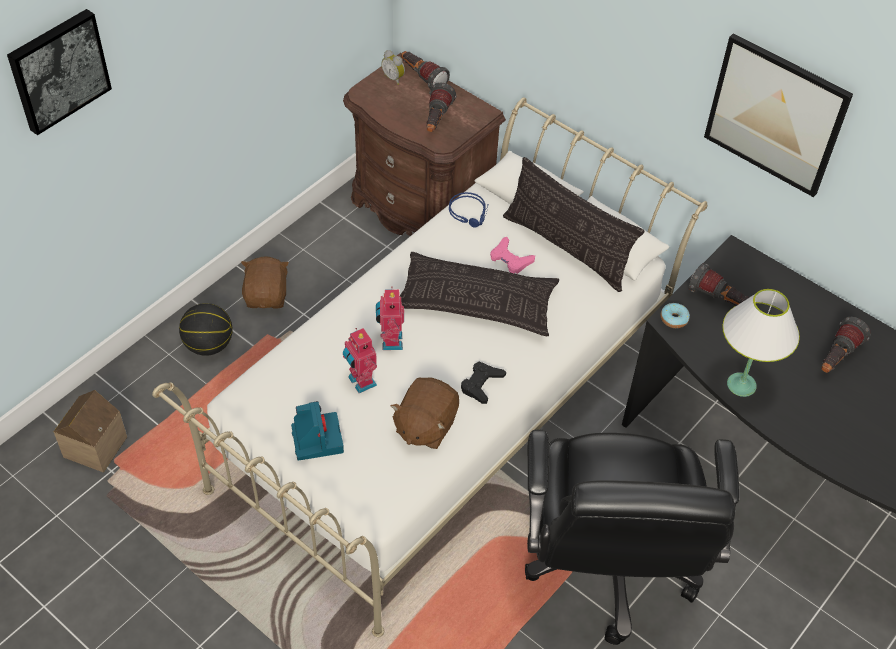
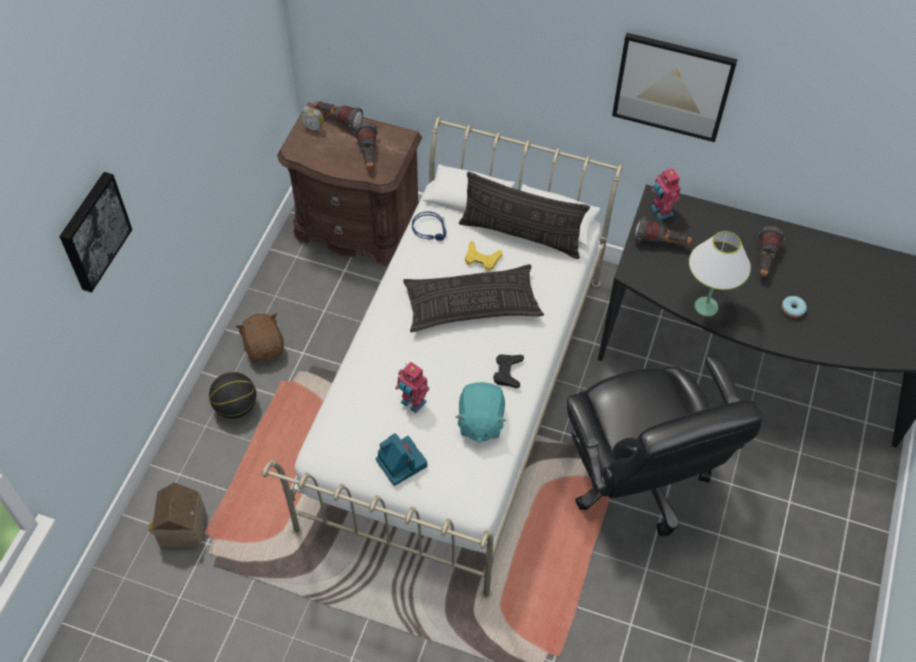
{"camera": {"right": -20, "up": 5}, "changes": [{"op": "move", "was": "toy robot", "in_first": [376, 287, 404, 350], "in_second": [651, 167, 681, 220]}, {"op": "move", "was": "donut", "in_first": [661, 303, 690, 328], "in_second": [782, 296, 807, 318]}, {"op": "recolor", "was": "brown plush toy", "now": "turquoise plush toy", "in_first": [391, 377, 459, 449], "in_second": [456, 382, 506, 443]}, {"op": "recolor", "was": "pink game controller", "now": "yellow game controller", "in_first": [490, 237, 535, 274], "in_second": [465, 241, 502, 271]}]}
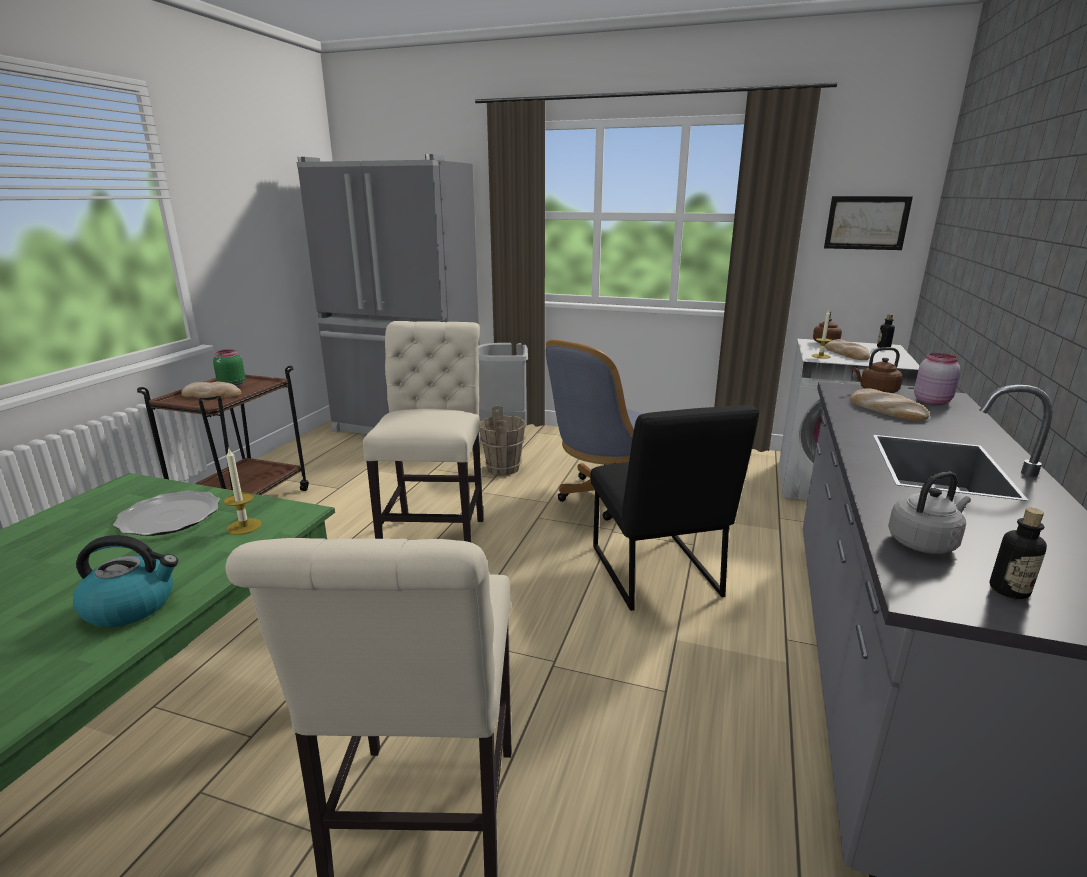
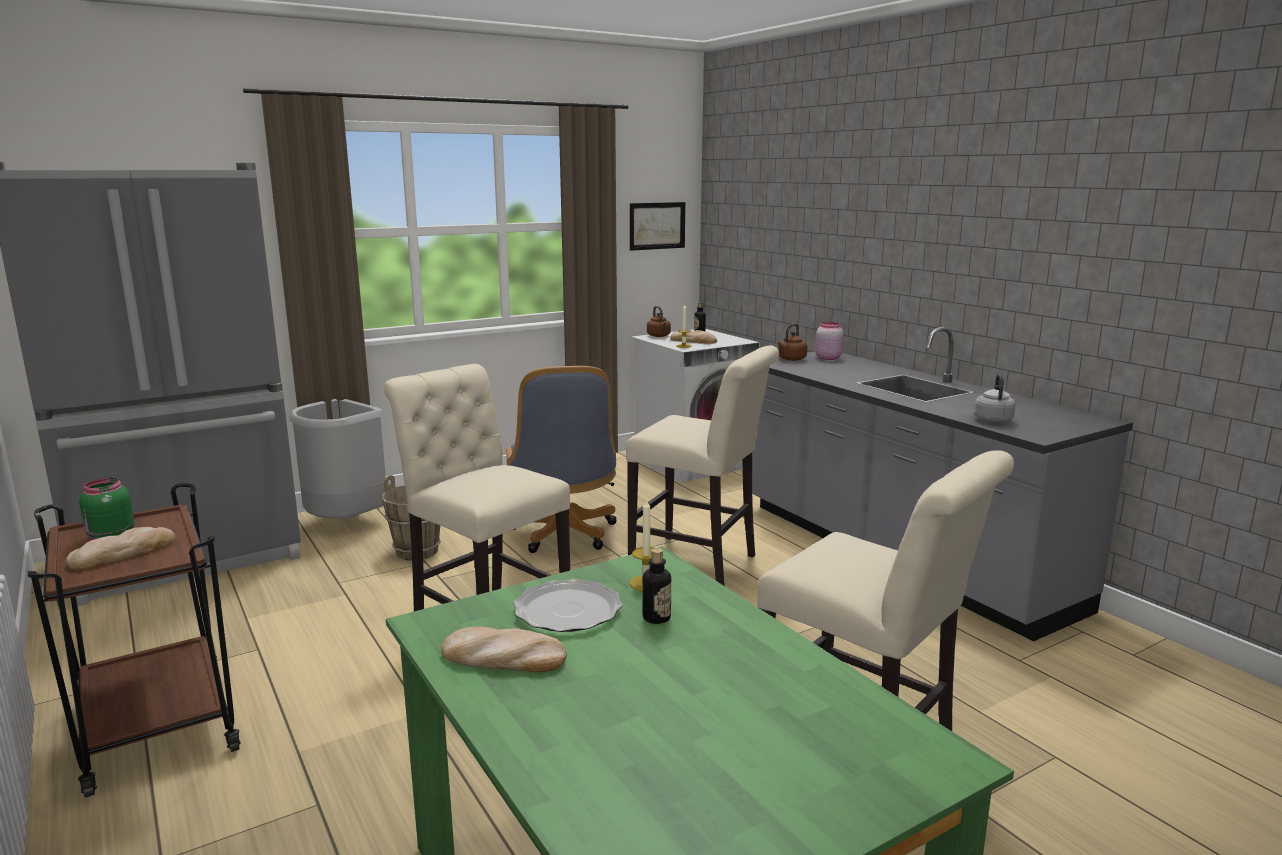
{"camera": {"right": -50, "up": -5}, "changes": [{"op": "delete", "was": "kettle", "in_first": [73, 535, 178, 627]}, {"op": "move", "was": "bread", "in_first": [850, 388, 929, 422], "in_second": [441, 626, 567, 672]}, {"op": "move", "was": "bottle", "in_first": [989, 508, 1047, 599], "in_second": [643, 548, 671, 624]}, {"op": "replace", "was": "black chair", "now": "beige stool", "in_first": [591, 405, 759, 611], "in_second": [626, 346, 779, 586]}]}
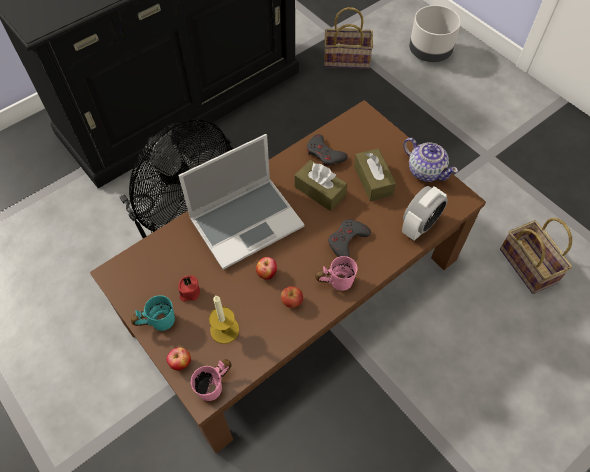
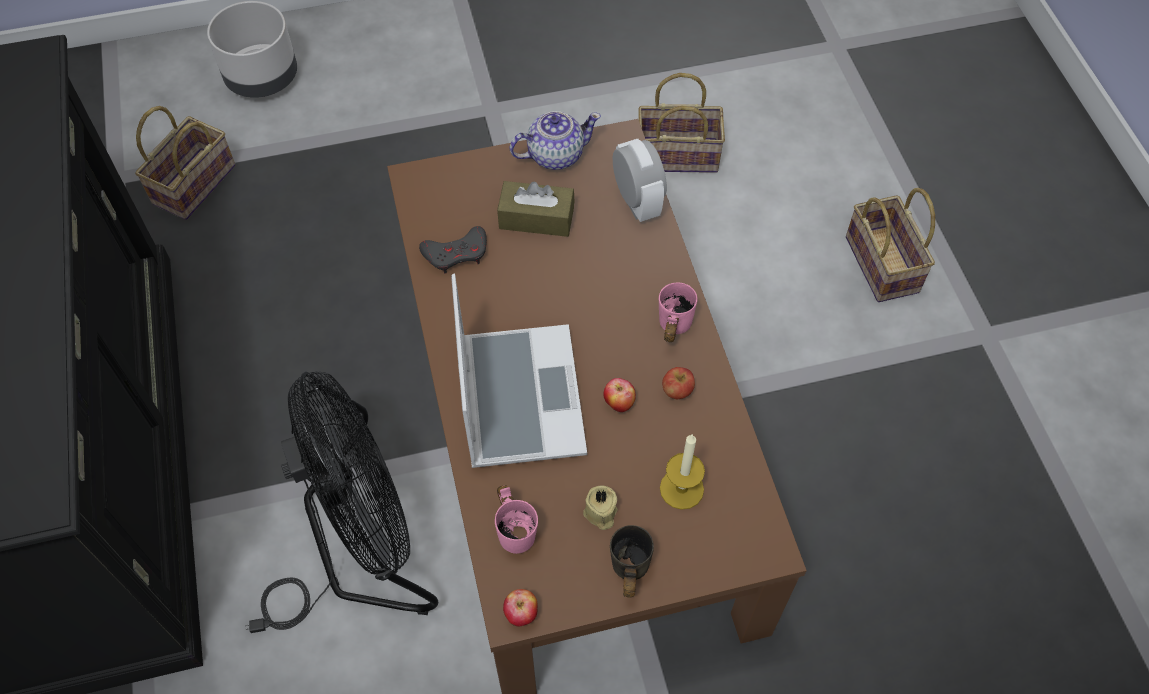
{"camera": {"right": -65, "up": 0}, "changes": [{"op": "delete", "was": "brown tissue box", "in_first": [295, 160, 347, 211]}, {"op": "delete", "was": "grey game controller", "in_first": [328, 219, 371, 257]}, {"op": "insert", "now": "basket", "in_second": [846, 188, 935, 302]}, {"op": "move", "was": "apple", "in_first": [167, 347, 191, 371], "in_second": [503, 589, 538, 627]}, {"op": "move", "was": "pink mug", "in_first": [191, 359, 232, 401], "in_second": [495, 485, 538, 554]}, {"op": "recolor", "was": "turquoise mug", "now": "grey mug", "in_first": [131, 295, 175, 331], "in_second": [610, 525, 654, 598]}, {"op": "recolor", "was": "red candle", "now": "beige candle", "in_first": [178, 275, 200, 302], "in_second": [583, 486, 618, 530]}]}
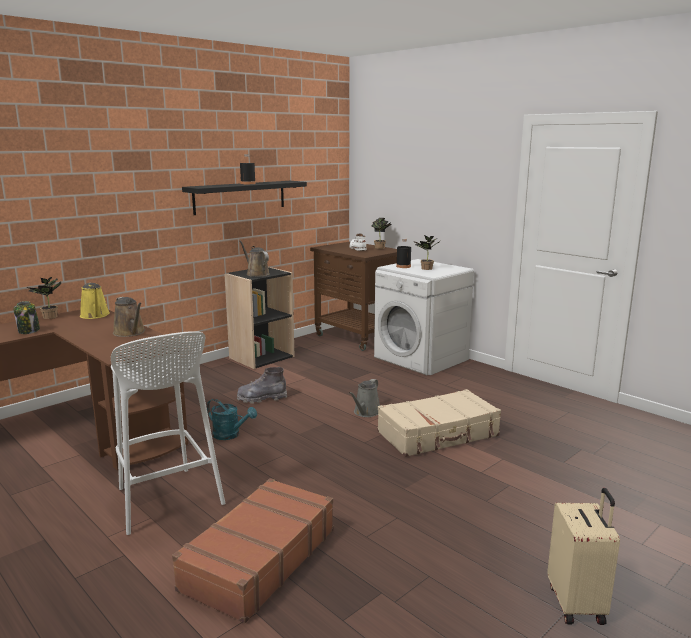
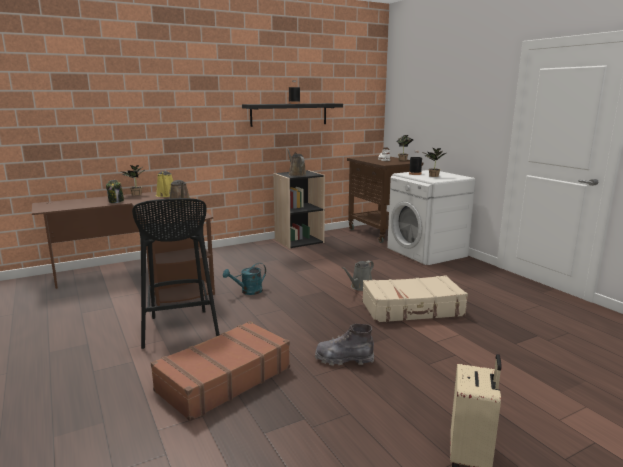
{"camera": {"right": 15, "up": 0}, "changes": [{"op": "move", "was": "grey boot", "in_first": [237, 367, 287, 404], "in_second": [315, 324, 374, 366]}, {"op": "recolor", "was": "white stool", "now": "black stool", "in_first": [111, 331, 225, 535], "in_second": [132, 198, 220, 349]}, {"op": "rotate", "was": "turquoise watering can", "in_first": [207, 399, 257, 440], "in_second": [223, 263, 266, 295], "clockwise": 105}]}
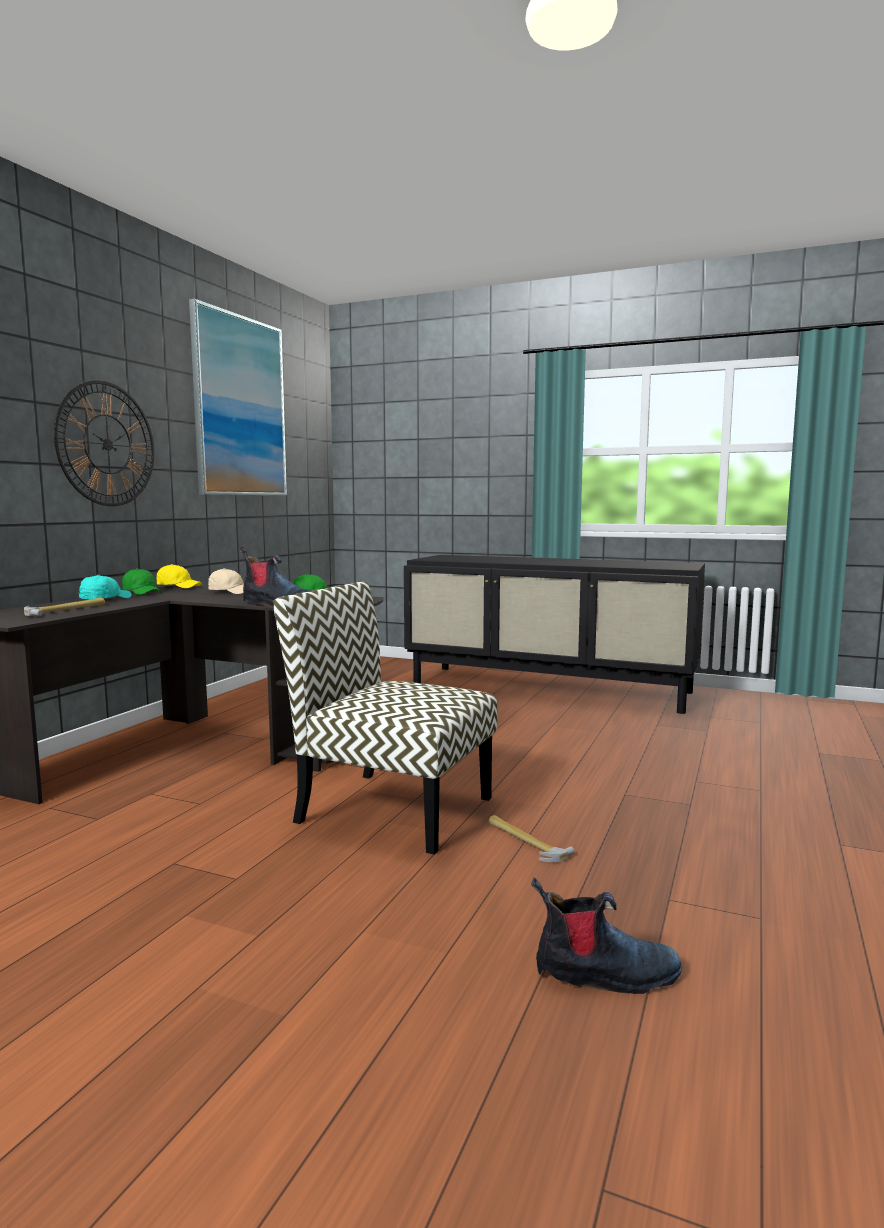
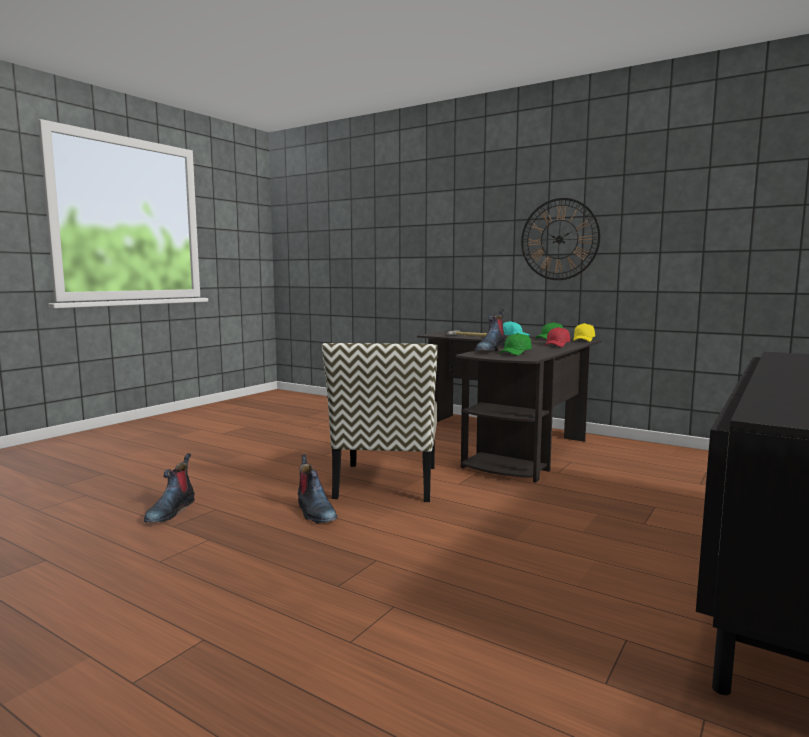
{"camera": {"right": 100, "up": 0}, "changes": [{"op": "delete", "was": "picture", "in_first": [189, 299, 287, 496]}, {"op": "replace", "was": "hammer", "now": "boot", "in_first": [489, 815, 575, 862], "in_second": [298, 455, 337, 524]}, {"op": "recolor", "was": "beige cap", "now": "red cap", "in_first": [208, 568, 244, 594], "in_second": [544, 327, 570, 347]}, {"op": "rotate", "was": "chair", "in_first": [273, 582, 497, 854], "in_second": [322, 343, 437, 502], "clockwise": 150}]}
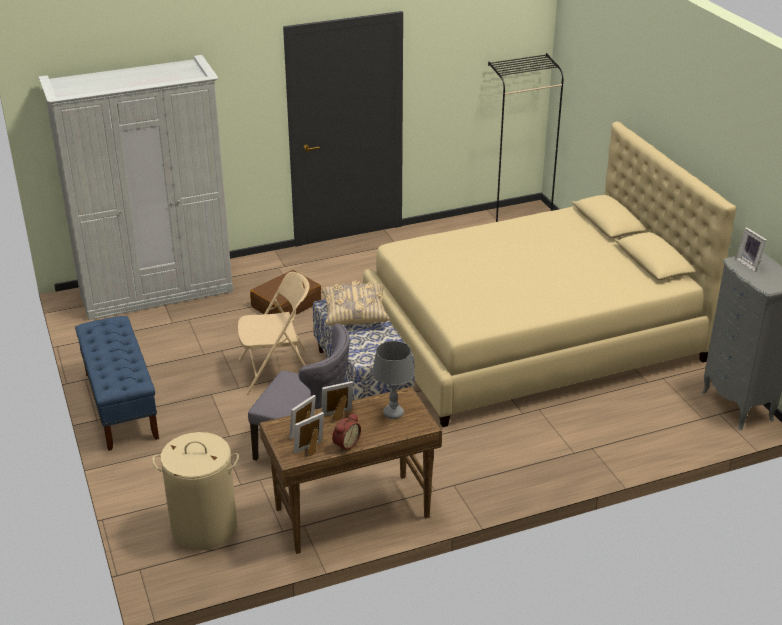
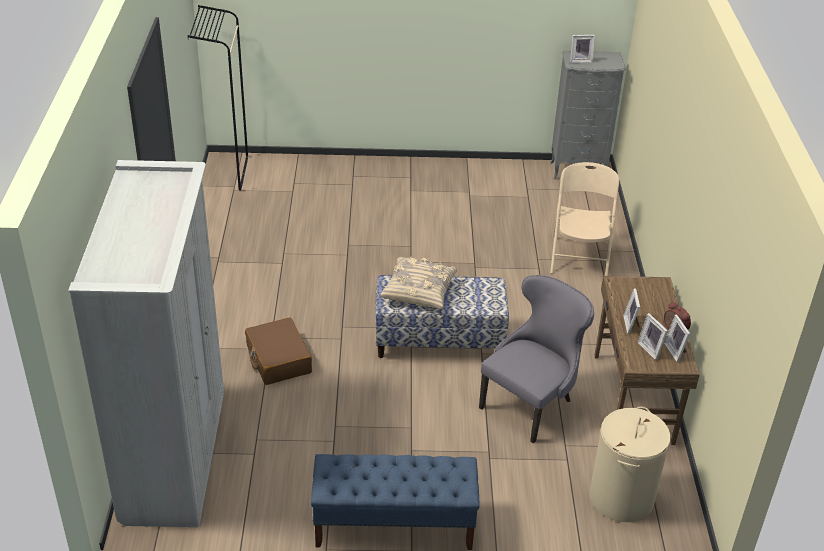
{"camera": {"right": -70, "up": 5}, "changes": [{"op": "delete", "was": "beige bed", "in_first": [363, 122, 736, 427]}, {"op": "delete", "was": "grey table lamp", "in_first": [372, 341, 415, 419]}, {"op": "move", "was": "beige chair", "in_first": [238, 272, 309, 395], "in_second": [550, 162, 619, 276]}]}
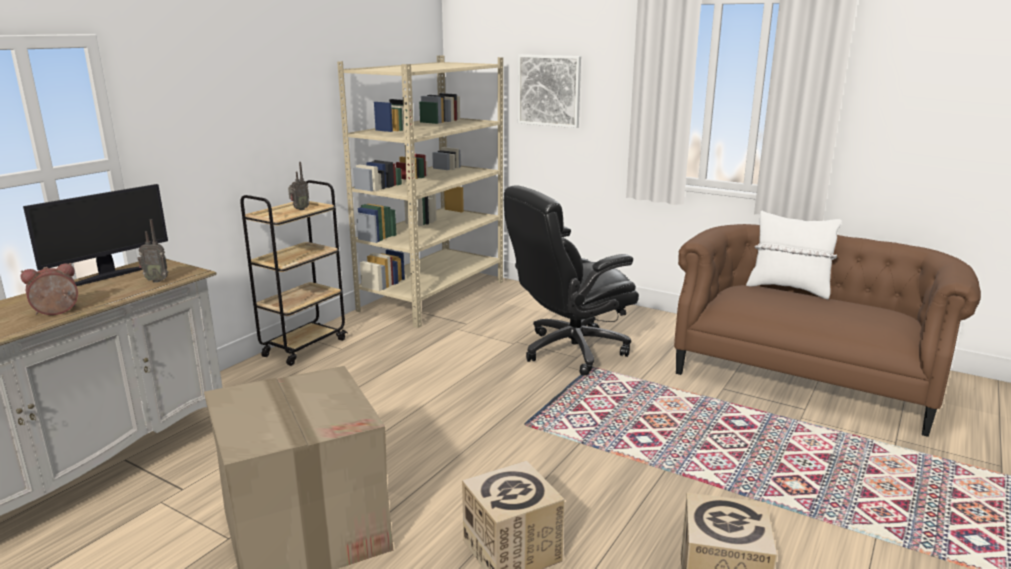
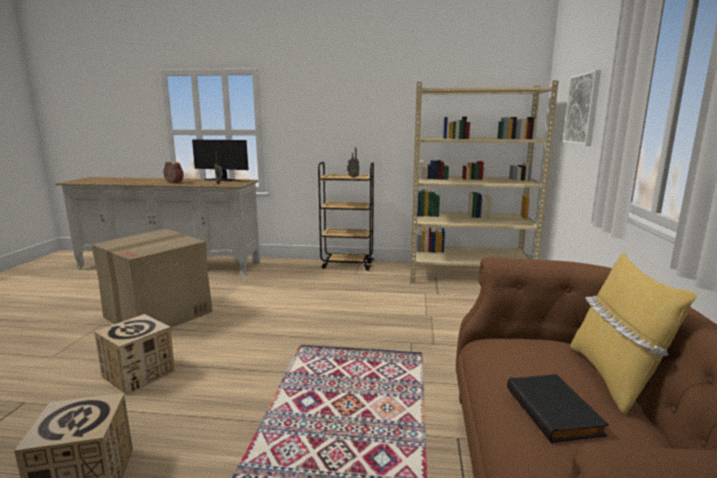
{"camera": {"right": 65, "up": -5}, "changes": [{"op": "delete", "was": "black office chair", "in_first": [504, 185, 639, 376]}, {"op": "insert", "now": "black book", "in_second": [507, 374, 609, 443]}, {"op": "recolor", "was": "white pillow", "now": "yellow pillow", "in_first": [746, 210, 842, 299], "in_second": [570, 253, 697, 415]}]}
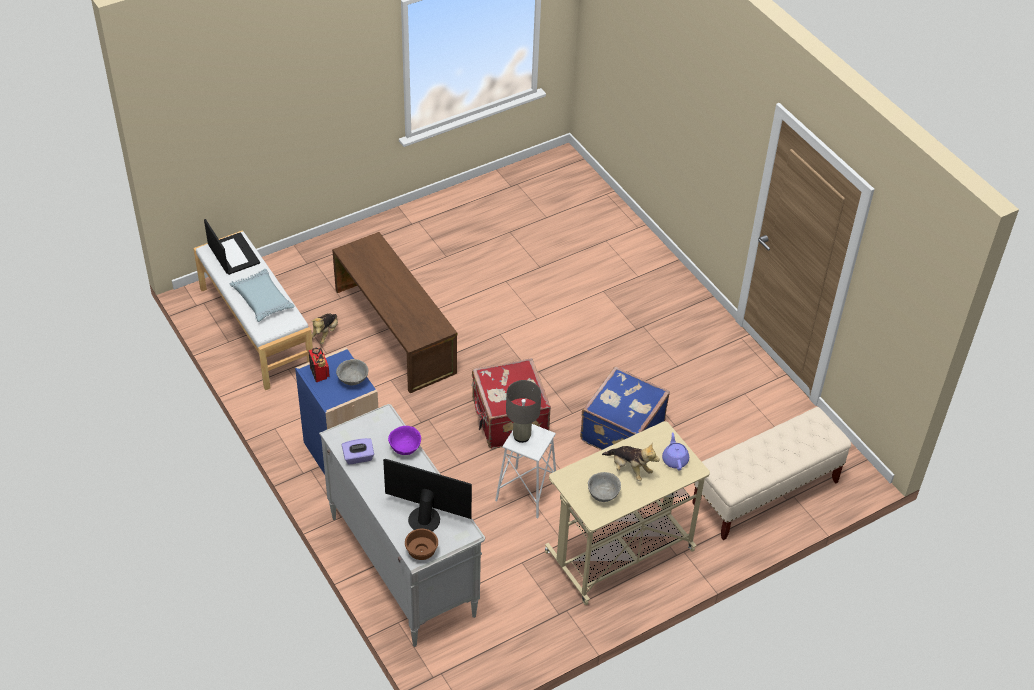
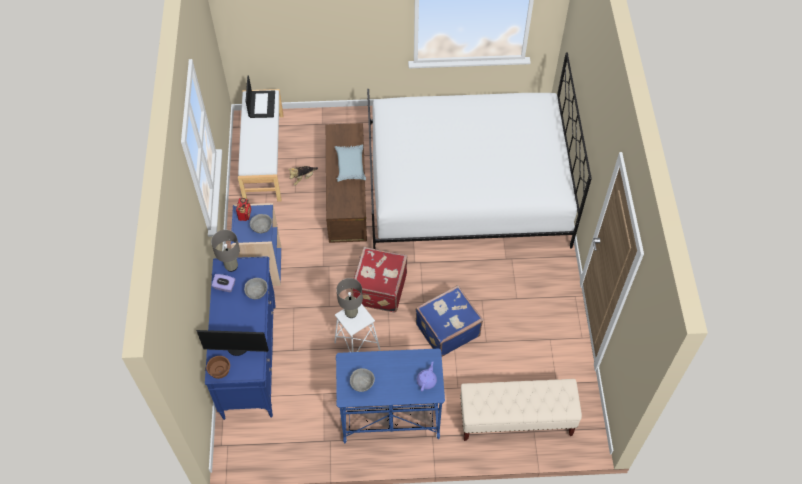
{"camera": {"right": 30, "up": 10}, "changes": [{"op": "delete", "was": "plush toy", "in_first": [602, 443, 660, 481]}, {"op": "insert", "now": "grey table lamp", "in_second": [211, 230, 240, 272]}, {"op": "insert", "now": "white bed", "in_second": [367, 52, 592, 249]}, {"op": "move", "was": "blue pillow", "in_first": [230, 269, 295, 322], "in_second": [335, 144, 366, 182]}, {"op": "recolor", "was": "white dresser", "now": "blue dresser", "in_first": [319, 404, 485, 647], "in_second": [205, 256, 276, 420]}, {"op": "recolor", "was": "purple bowl", "now": "grey bowl", "in_first": [388, 426, 421, 455], "in_second": [244, 278, 268, 300]}, {"op": "recolor", "was": "beige desk", "now": "blue desk", "in_first": [545, 421, 710, 605], "in_second": [336, 349, 445, 443]}, {"op": "rotate", "was": "monitor", "in_first": [383, 459, 472, 531], "in_second": [196, 330, 269, 356], "clockwise": 135}]}
